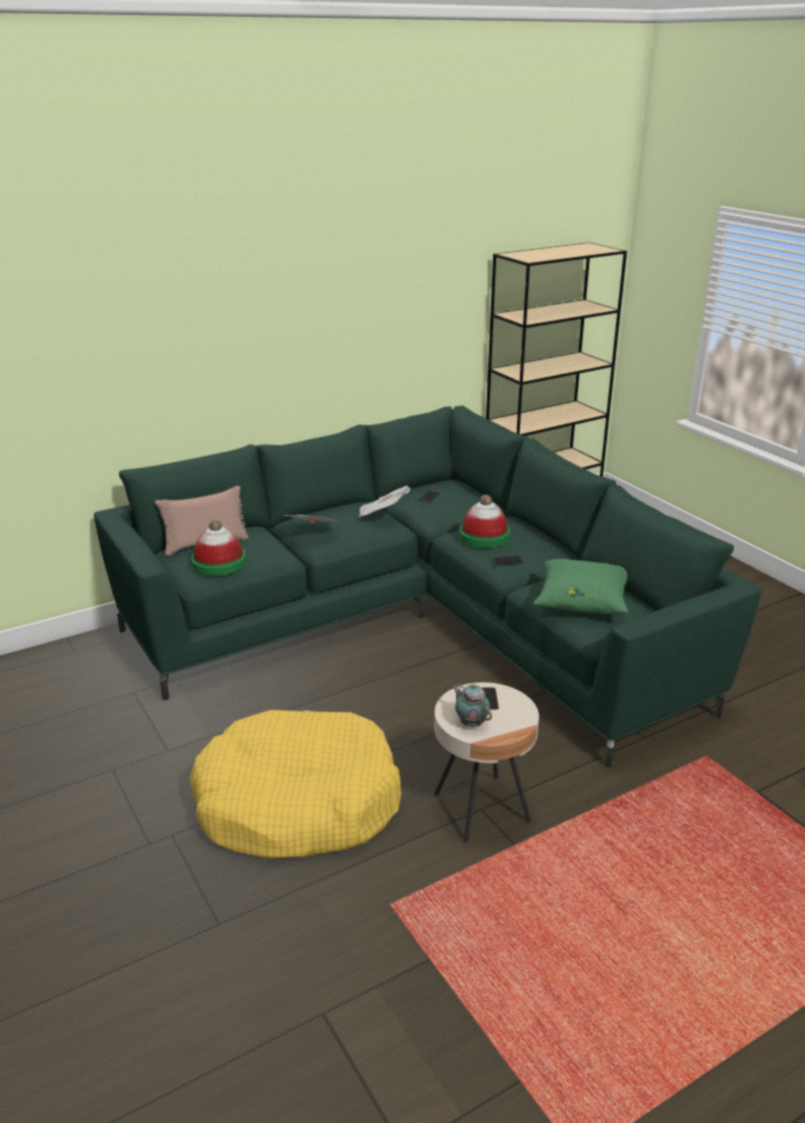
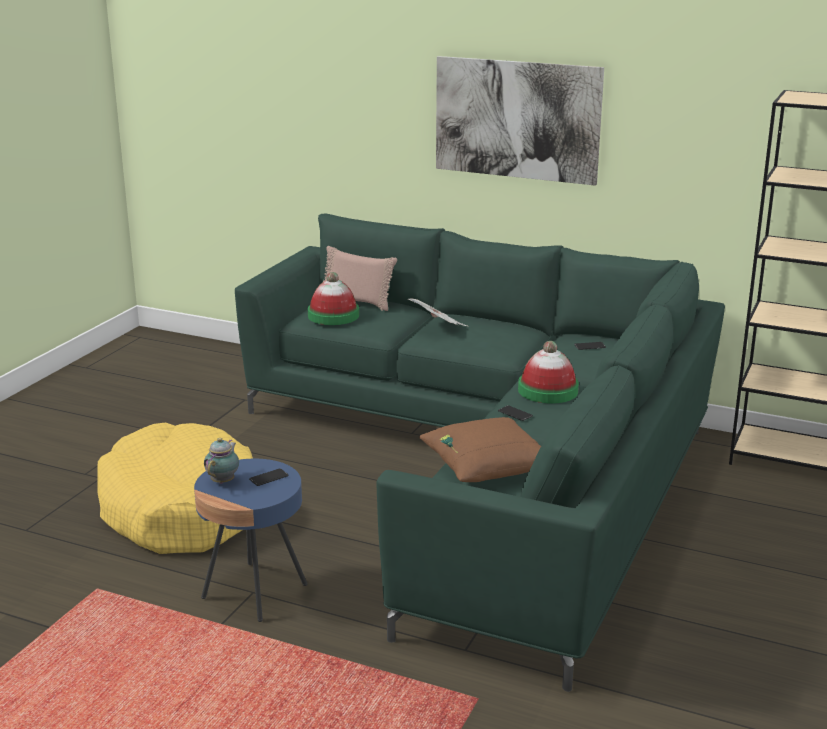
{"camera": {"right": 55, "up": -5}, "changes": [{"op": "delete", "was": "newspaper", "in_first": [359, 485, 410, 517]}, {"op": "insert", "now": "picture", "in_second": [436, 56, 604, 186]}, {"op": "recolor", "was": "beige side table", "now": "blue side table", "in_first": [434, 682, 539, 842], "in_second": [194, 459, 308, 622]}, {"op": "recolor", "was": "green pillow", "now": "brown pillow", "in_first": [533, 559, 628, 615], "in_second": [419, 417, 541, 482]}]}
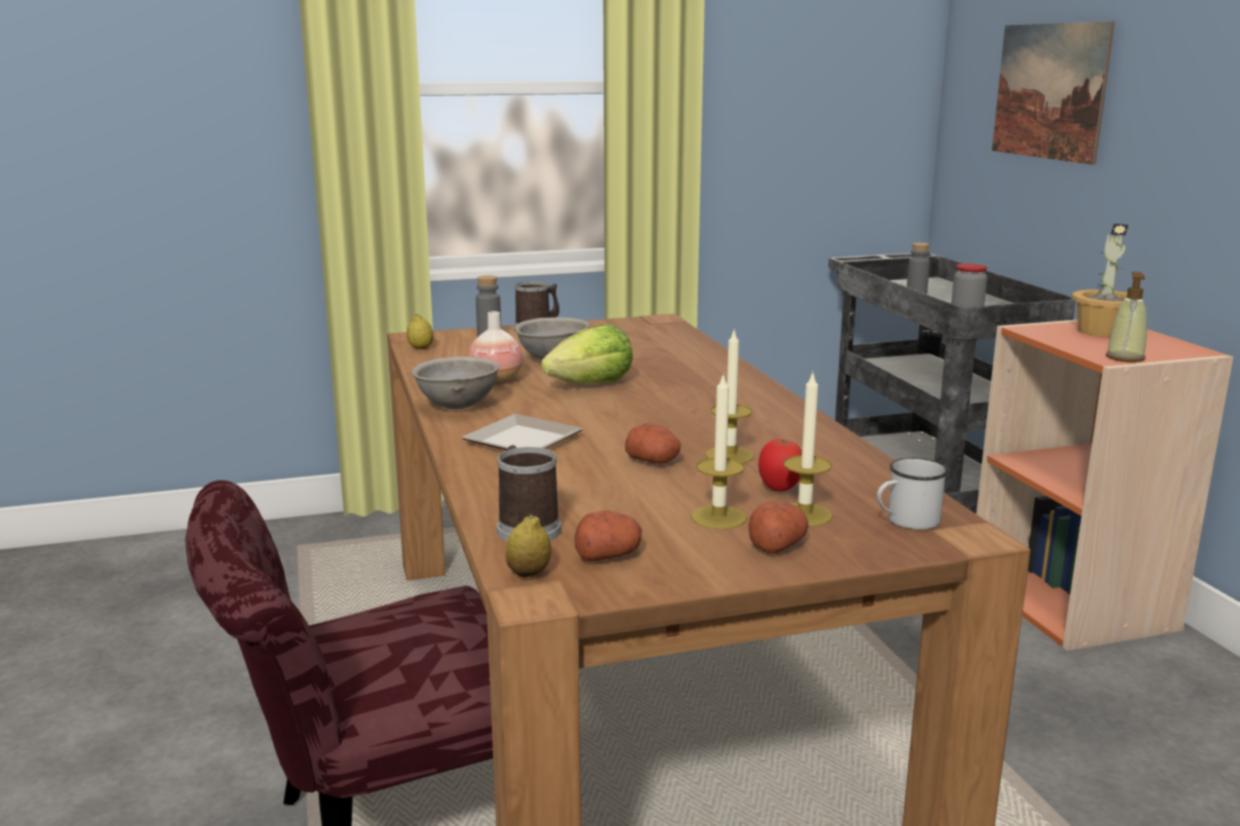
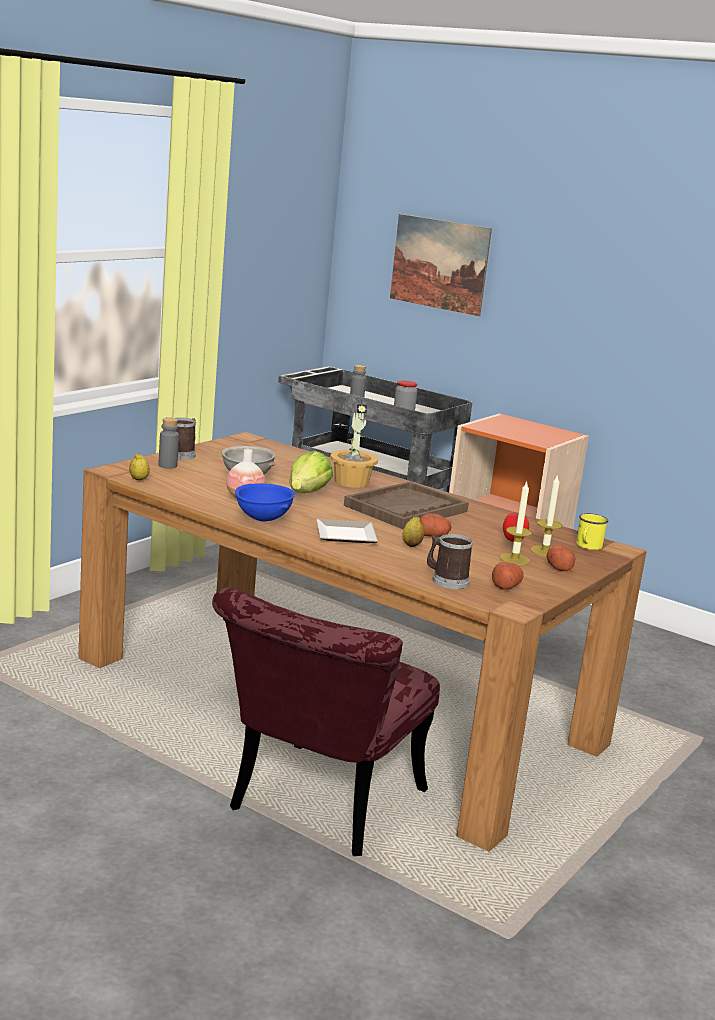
{"camera": {"right": -40, "up": 0}, "changes": [{"op": "delete", "was": "candle", "in_first": [706, 331, 754, 463]}, {"op": "delete", "was": "soap dispenser", "in_first": [1106, 271, 1147, 362]}, {"op": "insert", "now": "brown tray", "in_second": [344, 481, 469, 529]}, {"op": "move", "was": "lemon", "in_first": [505, 515, 551, 578], "in_second": [402, 516, 424, 547]}, {"op": "move", "was": "potted plant", "in_first": [1072, 224, 1129, 337], "in_second": [330, 404, 378, 488]}, {"op": "recolor", "was": "grey bowl", "now": "blue bowl", "in_first": [412, 356, 500, 409], "in_second": [235, 483, 295, 521]}, {"op": "recolor", "was": "white mug", "now": "yellow mug", "in_first": [877, 458, 948, 530], "in_second": [576, 513, 608, 550]}]}
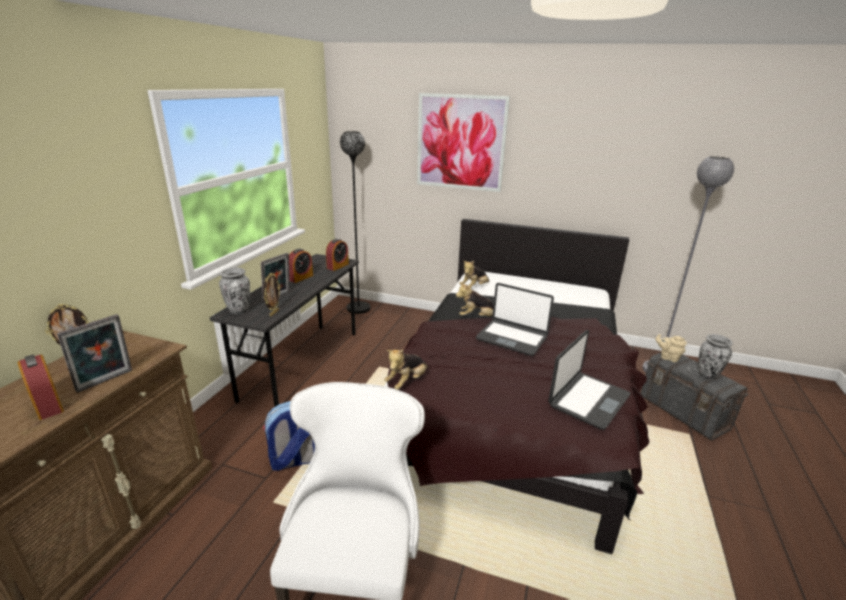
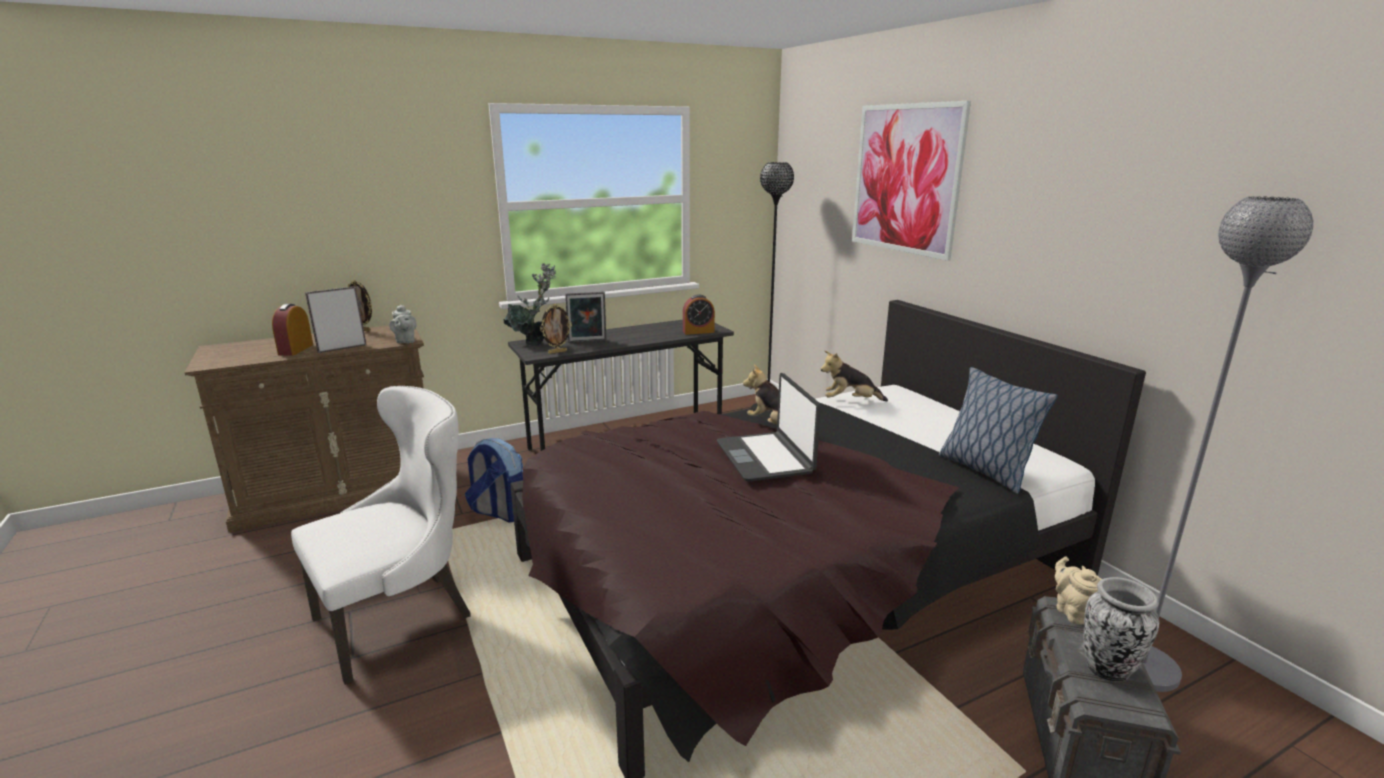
{"camera": {"right": 45, "up": -5}, "changes": [{"op": "delete", "was": "alarm clock", "in_first": [289, 249, 313, 283]}, {"op": "delete", "was": "plush toy", "in_first": [384, 349, 428, 390]}, {"op": "delete", "was": "laptop", "in_first": [548, 330, 630, 430]}, {"op": "insert", "now": "grey teapot", "in_second": [389, 305, 417, 343]}, {"op": "insert", "now": "pillow", "in_second": [939, 367, 1058, 494]}, {"op": "replace", "was": "vase", "now": "potted plant", "in_first": [219, 267, 250, 314], "in_second": [504, 263, 556, 346]}, {"op": "rotate", "was": "picture frame", "in_first": [57, 314, 132, 393], "in_second": [305, 286, 367, 353], "clockwise": 150}]}
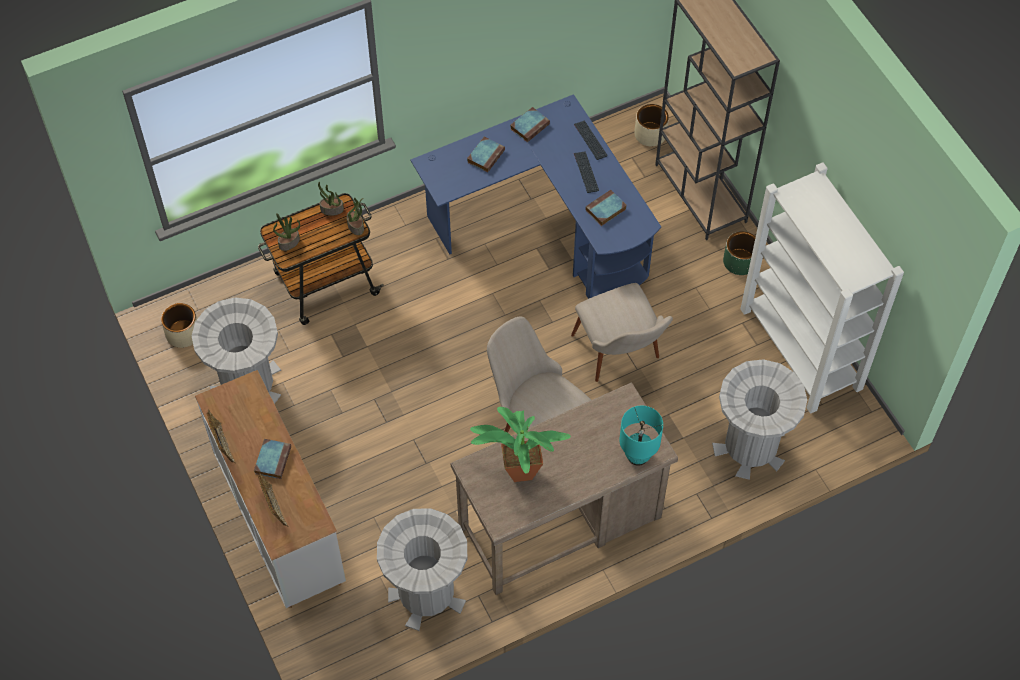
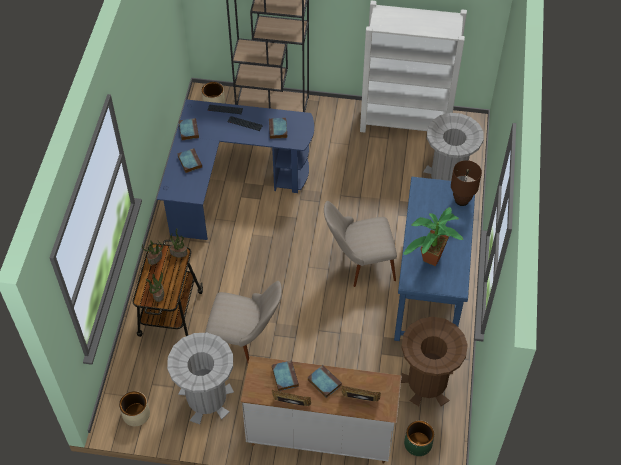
{"camera": {"right": -55, "up": -5}, "changes": [{"op": "insert", "now": "book", "in_second": [272, 360, 299, 391]}, {"op": "move", "was": "beige chair", "in_first": [571, 283, 673, 382], "in_second": [205, 281, 282, 363]}, {"op": "move", "was": "green planter", "in_first": [723, 231, 756, 275], "in_second": [404, 420, 434, 456]}, {"op": "recolor", "was": "grey trash can", "now": "brown trash can", "in_first": [377, 508, 467, 631], "in_second": [401, 317, 468, 406]}, {"op": "recolor", "was": "brown desk", "now": "blue desk", "in_first": [451, 382, 678, 595], "in_second": [394, 177, 475, 341]}, {"op": "recolor", "was": "turquoise table lamp", "now": "brown table lamp", "in_first": [619, 406, 663, 466], "in_second": [451, 160, 482, 206]}]}
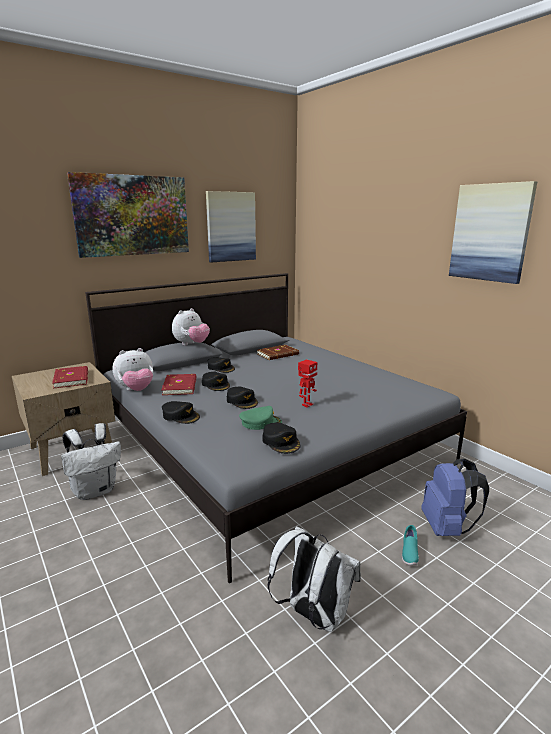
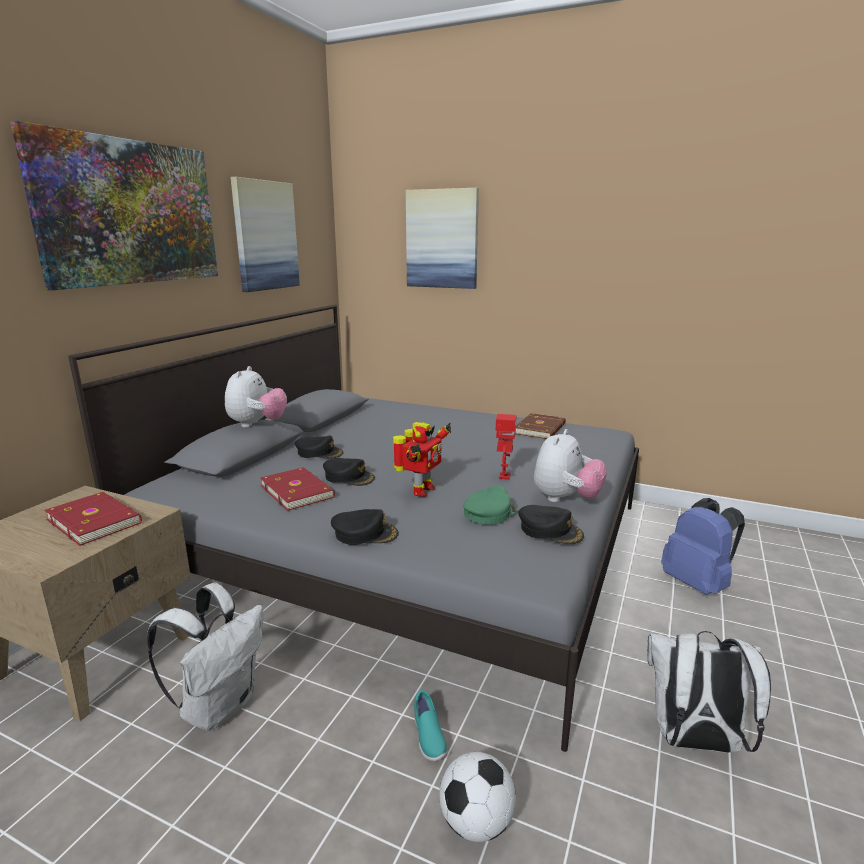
{"camera": {"right": -30, "up": 0}, "changes": [{"op": "insert", "now": "football", "in_second": [439, 752, 516, 842]}, {"op": "move", "was": "plush toy", "in_first": [112, 348, 153, 391], "in_second": [534, 429, 607, 502]}, {"op": "move", "was": "brown book", "in_first": [257, 345, 299, 360], "in_second": [516, 413, 566, 439]}, {"op": "move", "was": "turquoise shoe", "in_first": [402, 525, 419, 566], "in_second": [414, 690, 447, 761]}, {"op": "move", "was": "picture", "in_first": [449, 181, 538, 284], "in_second": [406, 188, 479, 289]}, {"op": "replace", "was": "black cap", "now": "toy robot", "in_first": [227, 387, 258, 409], "in_second": [393, 422, 451, 497]}]}
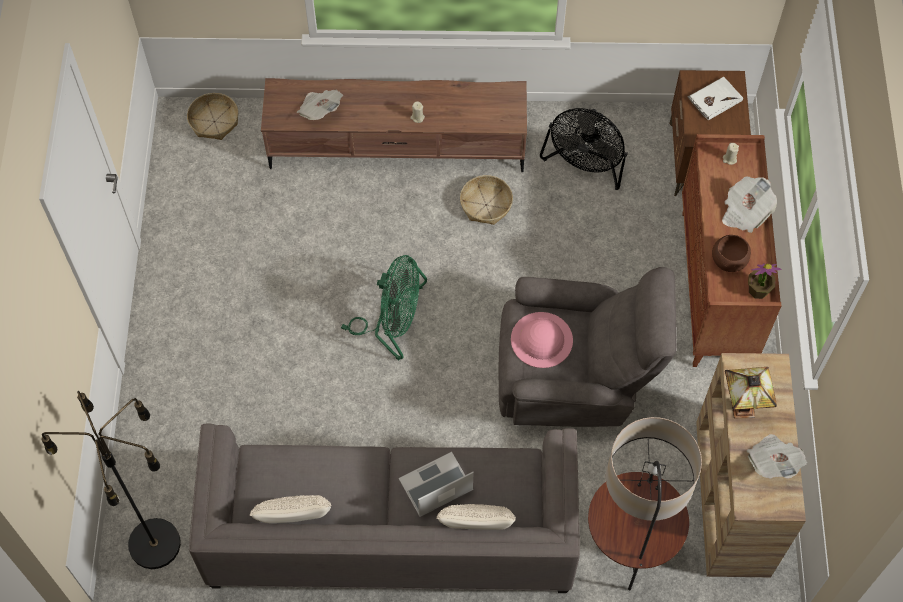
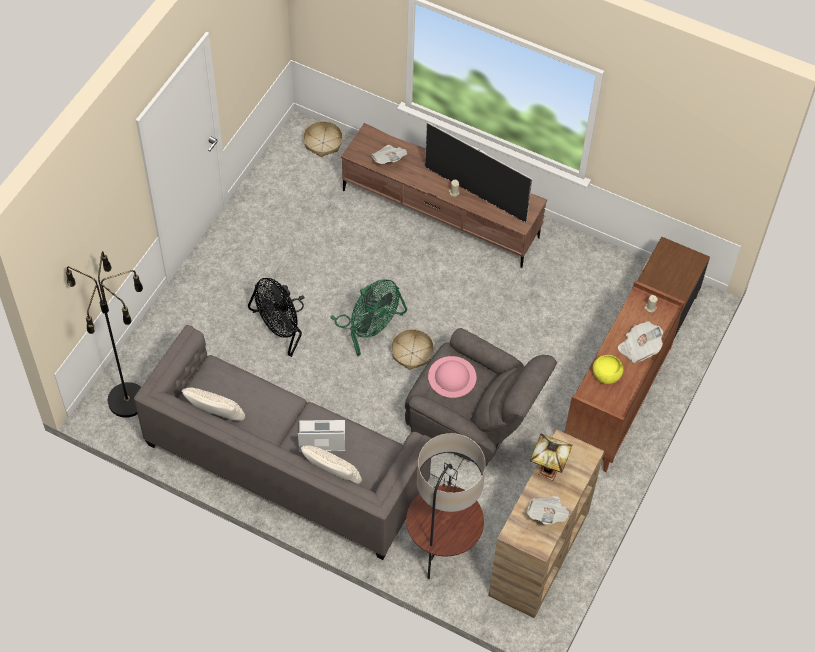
{"camera": {"right": 25, "up": -5}, "changes": [{"op": "delete", "was": "white book", "in_first": [687, 77, 743, 120]}, {"op": "delete", "was": "potted plant", "in_first": [749, 263, 782, 299]}, {"op": "insert", "now": "television", "in_second": [425, 122, 533, 223]}, {"op": "move", "was": "basket", "in_first": [460, 175, 513, 225], "in_second": [391, 329, 434, 370]}, {"op": "move", "was": "black fan", "in_first": [540, 108, 628, 190], "in_second": [248, 278, 304, 357]}, {"op": "recolor", "was": "brown bowl", "now": "yellow bowl", "in_first": [712, 235, 751, 272], "in_second": [593, 355, 623, 384]}]}
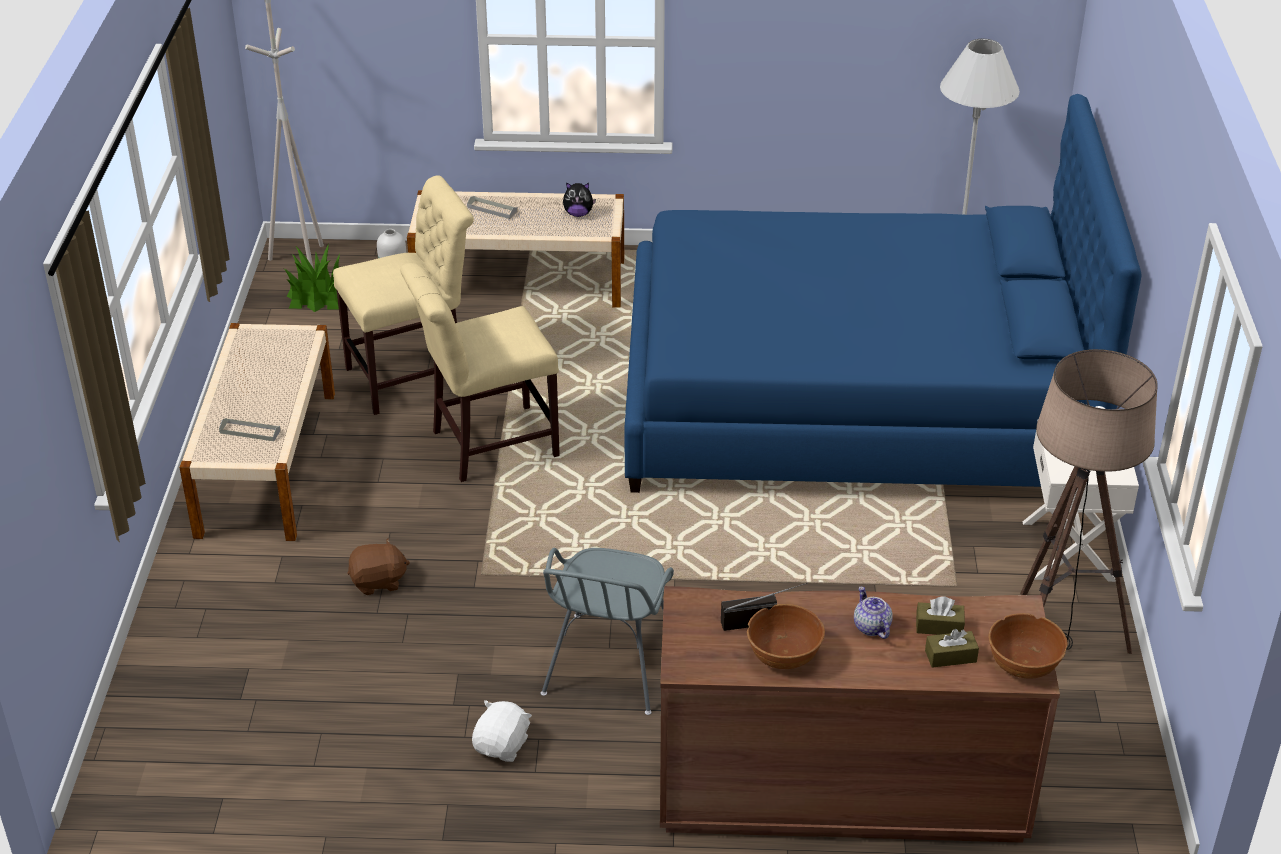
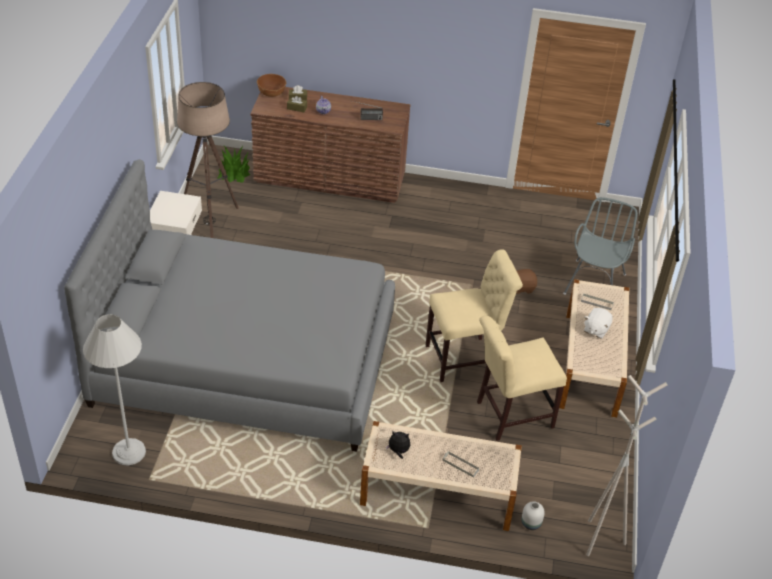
{"camera": {"right": -175, "up": 5}, "changes": [{"op": "delete", "was": "brown bowl", "in_first": [747, 604, 825, 669]}, {"op": "move", "was": "potted plant", "in_first": [283, 244, 343, 312], "in_second": [217, 146, 250, 183]}, {"op": "move", "was": "white plush toy", "in_first": [472, 700, 532, 762], "in_second": [584, 308, 613, 338]}, {"op": "move", "was": "grey chair", "in_first": [541, 548, 674, 715], "in_second": [563, 197, 638, 295]}, {"op": "recolor", "was": "blue bed", "now": "grey bed", "in_first": [625, 94, 1142, 493], "in_second": [64, 159, 395, 452]}]}
